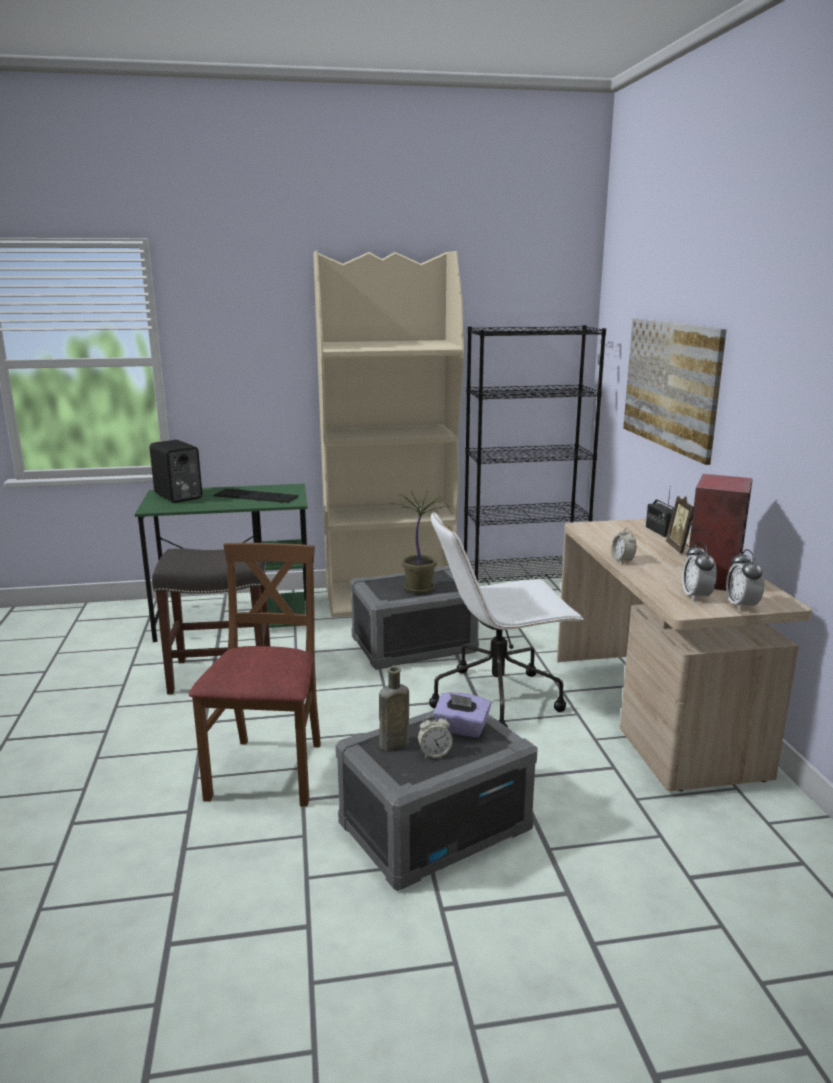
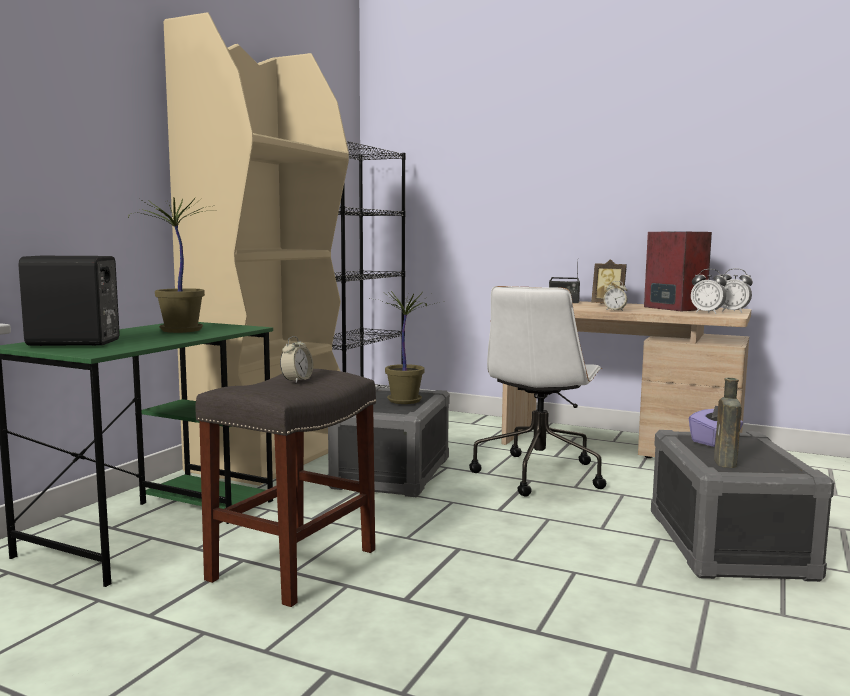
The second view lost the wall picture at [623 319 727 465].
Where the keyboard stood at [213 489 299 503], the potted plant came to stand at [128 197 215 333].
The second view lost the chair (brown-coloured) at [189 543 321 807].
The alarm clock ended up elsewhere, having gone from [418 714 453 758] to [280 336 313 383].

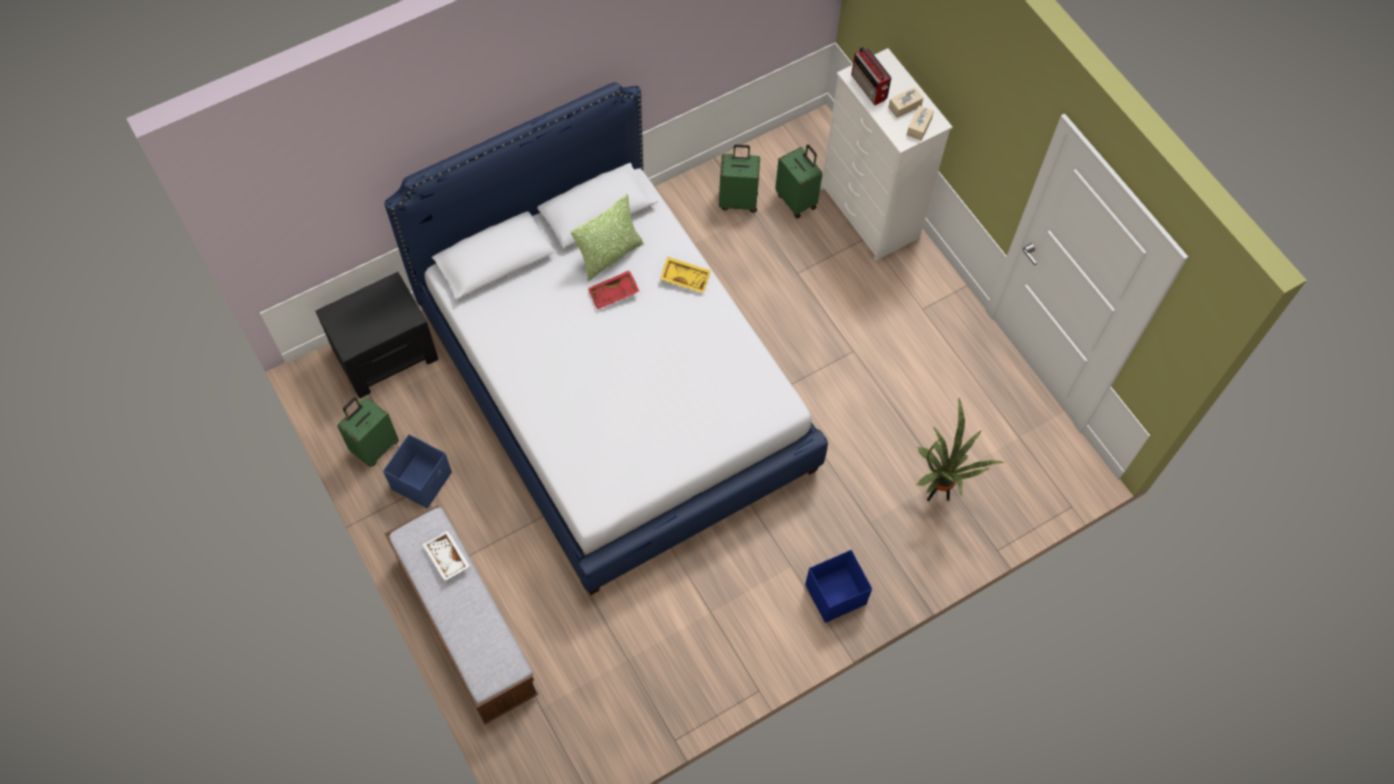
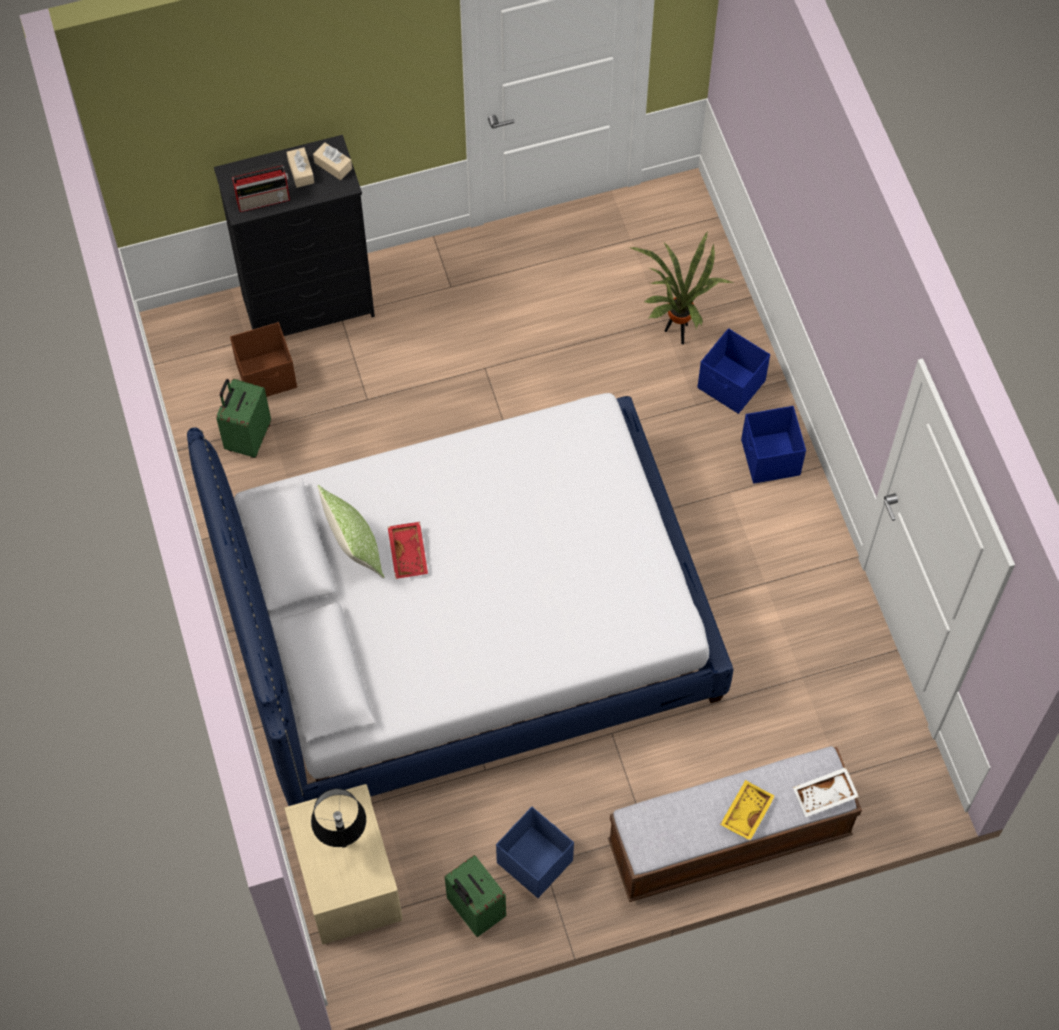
What was the chest of drawers (white-coloured) at [821 48 953 261] turned into the chest of drawers (black-coloured) at [214 135 375 336].
Where the suitcase (green-coloured) stood at [775 144 822 219], the storage bin (brown-coloured) came to stand at [230 322 297 397].
The tray (yellow-coloured) ended up elsewhere, having gone from [660 257 711 293] to [720 780 775 841].
What was the night table (black-coloured) at [316 272 438 398] turned into the night table (beige) at [284 784 403 945].
The tray (white-coloured) ended up elsewhere, having gone from [422 531 470 581] to [793 767 859 817].
The second view gained the storage bin (blue) at [697 328 770 414].
The second view gained the tabletop lamp (black-coloured) at [311 788 366 848].

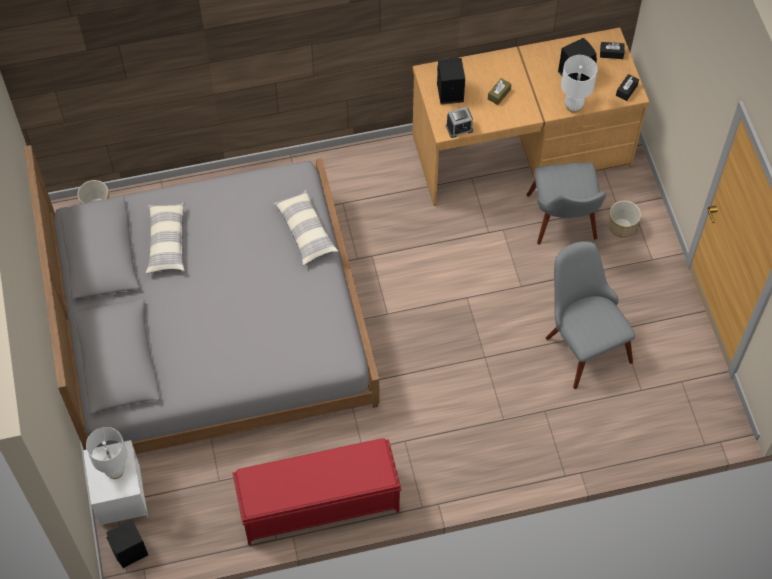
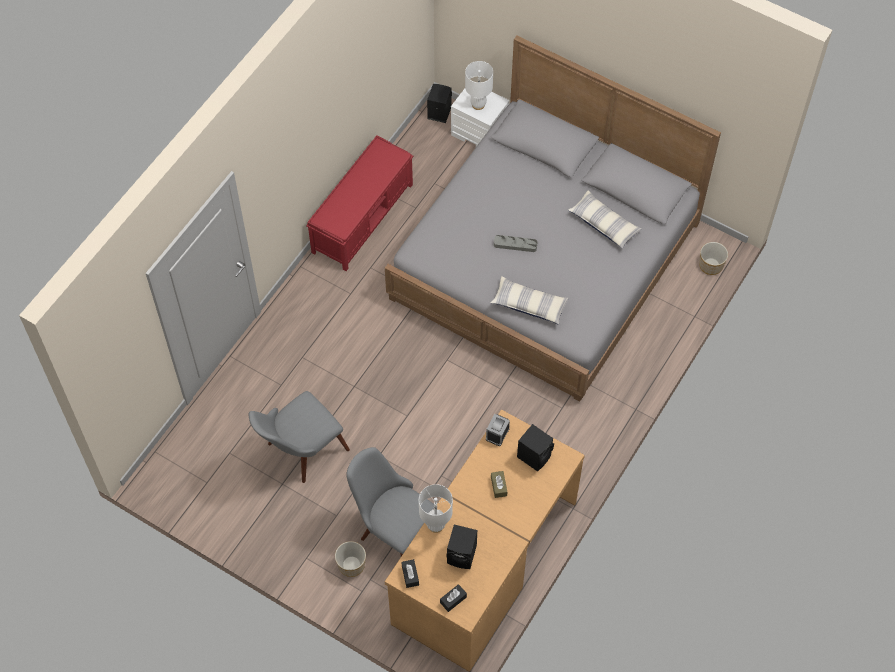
The chair (greyish) at [546 241 635 389] ended up facing another way, 120 degrees clockwise from before.
The second view gained the tray (greyish) at [494 235 537 252].

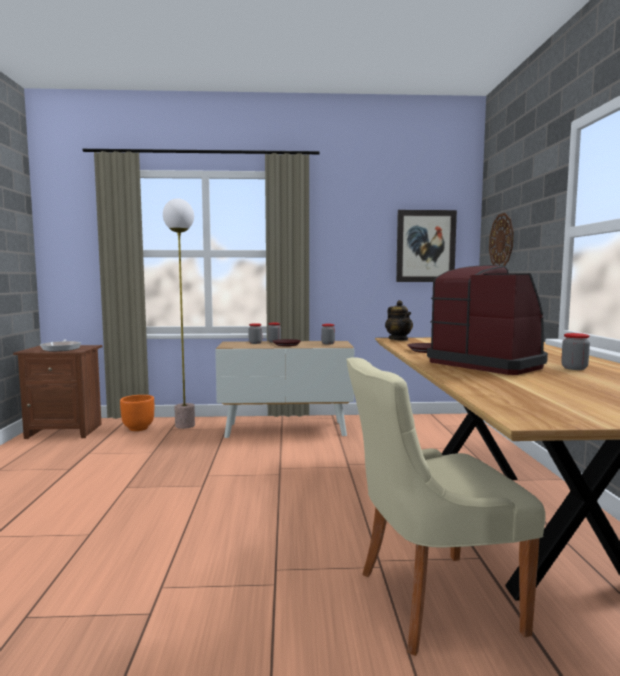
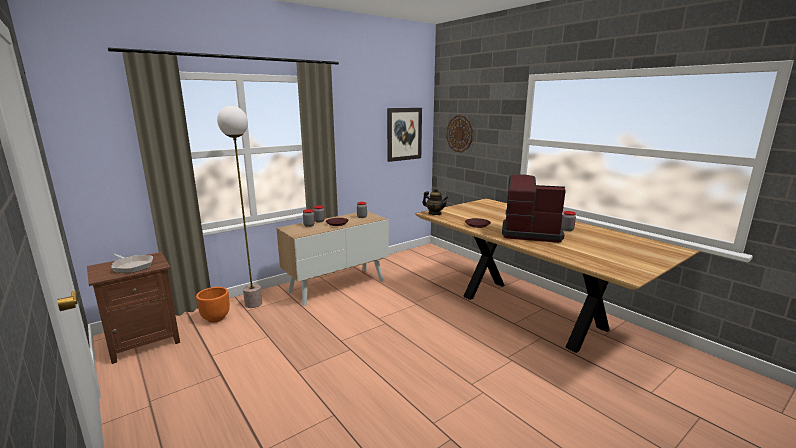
The second view lost the chair (beige) at [346 357 546 656].

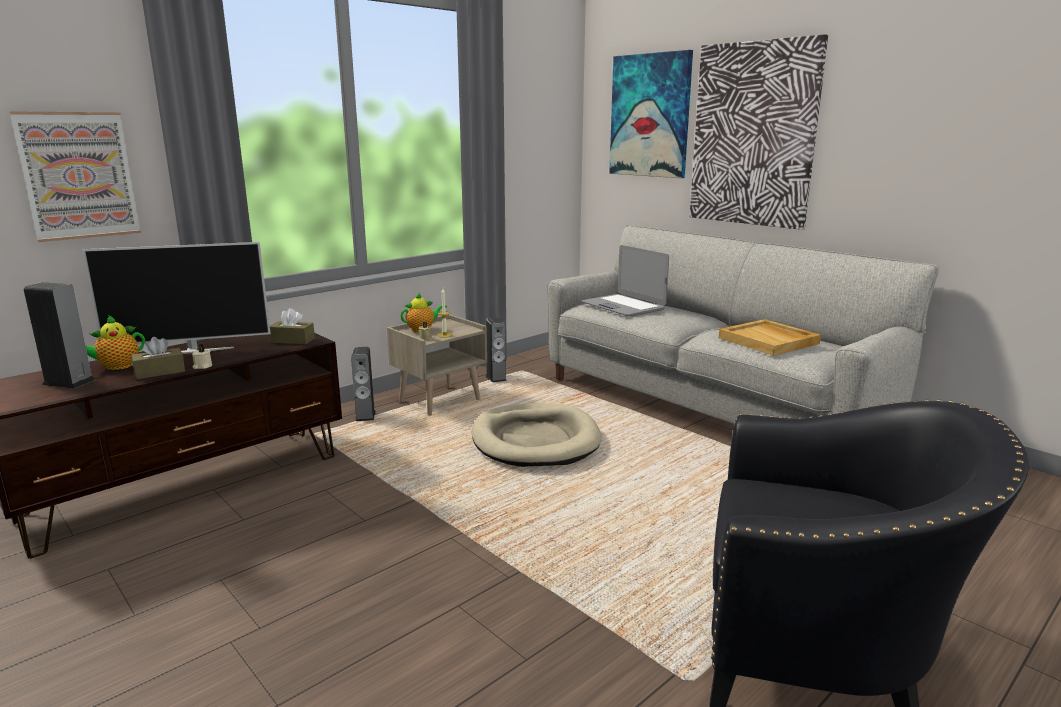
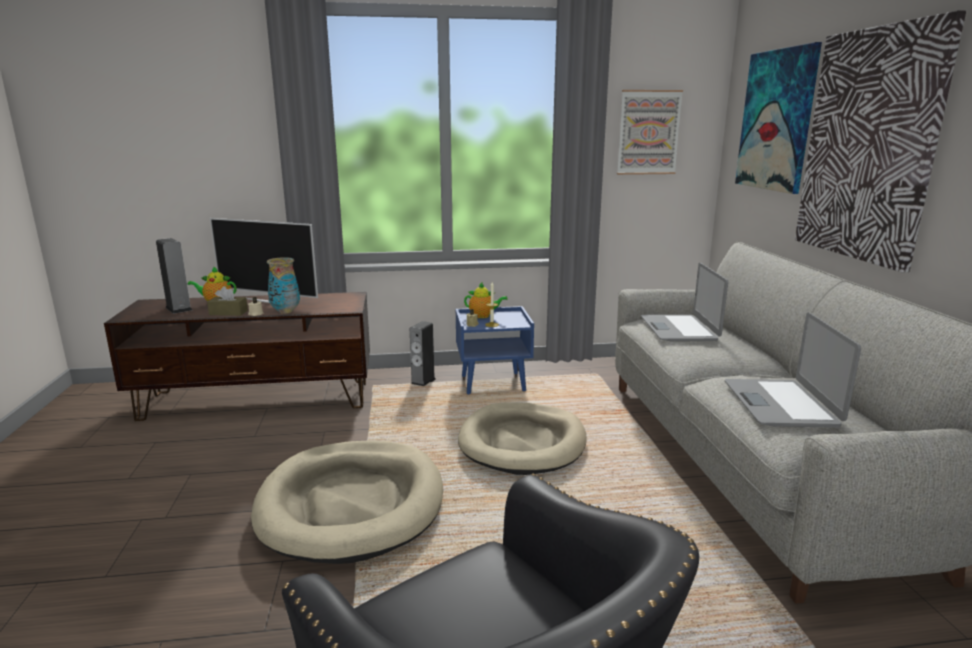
The wall picture ended up elsewhere, having gone from [9 111 141 242] to [617 90 683 175].
The second view lost the tissue box (brown-coloured) at [269 308 315 344].
What was the night table (beige) at [387 314 487 416] turned into the night table (blue) at [456 306 534 394].
The second view lost the loudspeaker at [486 317 507 382].
Where the tray (beige) stood at [719 319 821 356], the notebook computer came to stand at [725 313 861 428].
The second view gained the flower vase at [267 257 300 314].
The second view gained the dog cushion (beige) at [251 441 443 564].

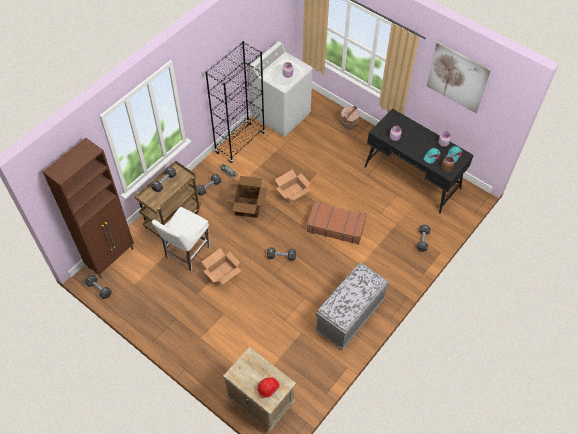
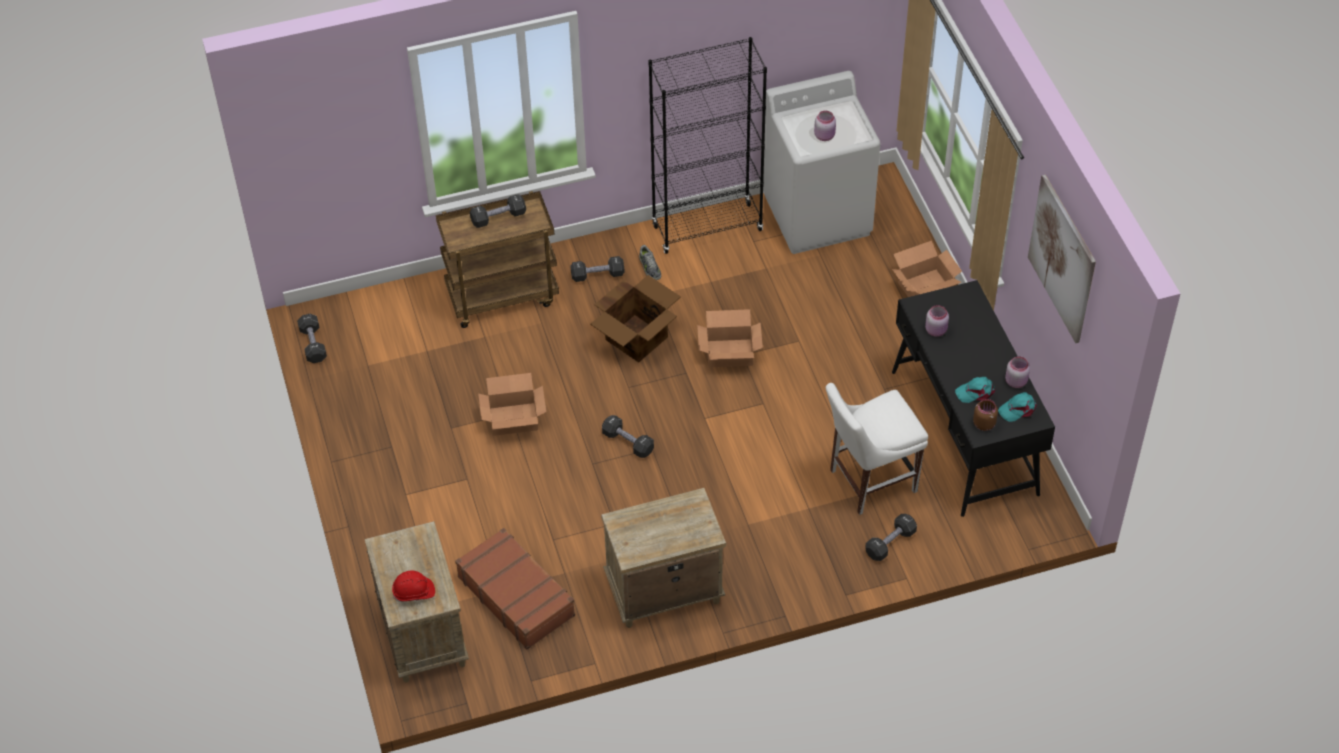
Where the bucket (brown-coloured) stood at [340 106 360 130], the packing box came to stand at [892 241 962 297].
The second view lost the cabinet (brown-coloured) at [43 138 134 278].
The suitcase (brown-coloured) ended up elsewhere, having gone from [307 201 367 245] to [455 528 575 649].
The chair (white-coloured) ended up elsewhere, having gone from [152 207 210 271] to [826 383 928 515].
Where the indoor bench (greyish) stood at [315 263 389 350], the night table (beige) came to stand at [601 488 726 628].

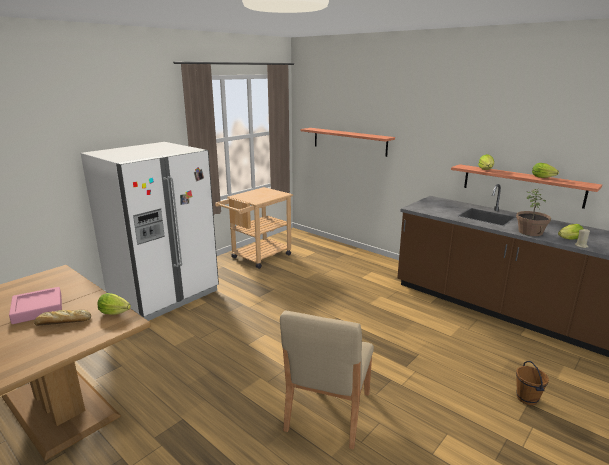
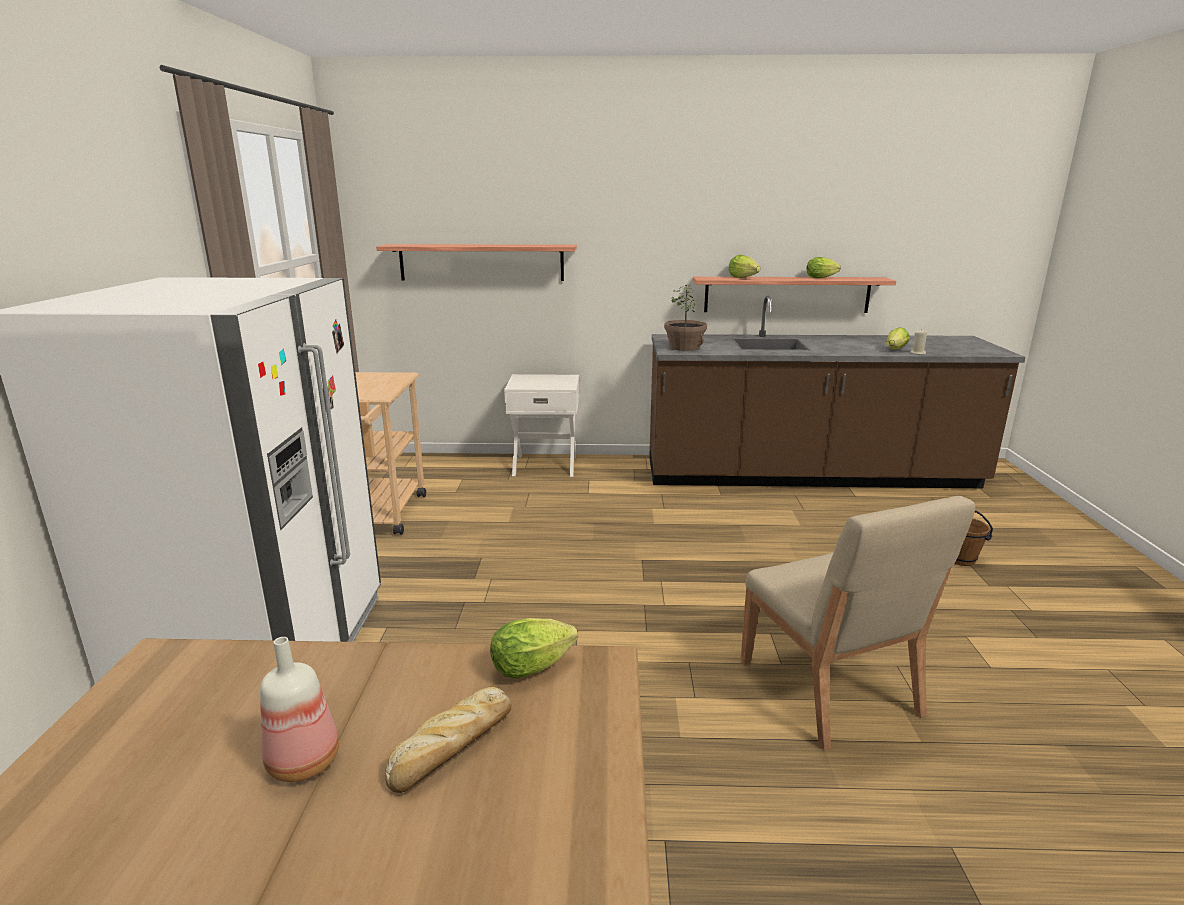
The potted plant ended up elsewhere, having gone from [516 189 551 236] to [664 285 707 351].
Where the tray (pink) stood at [9 287 62 324], the bottle came to stand at [260 637 339 782].
The second view gained the night table (white-coloured) at [504 374 579 477].

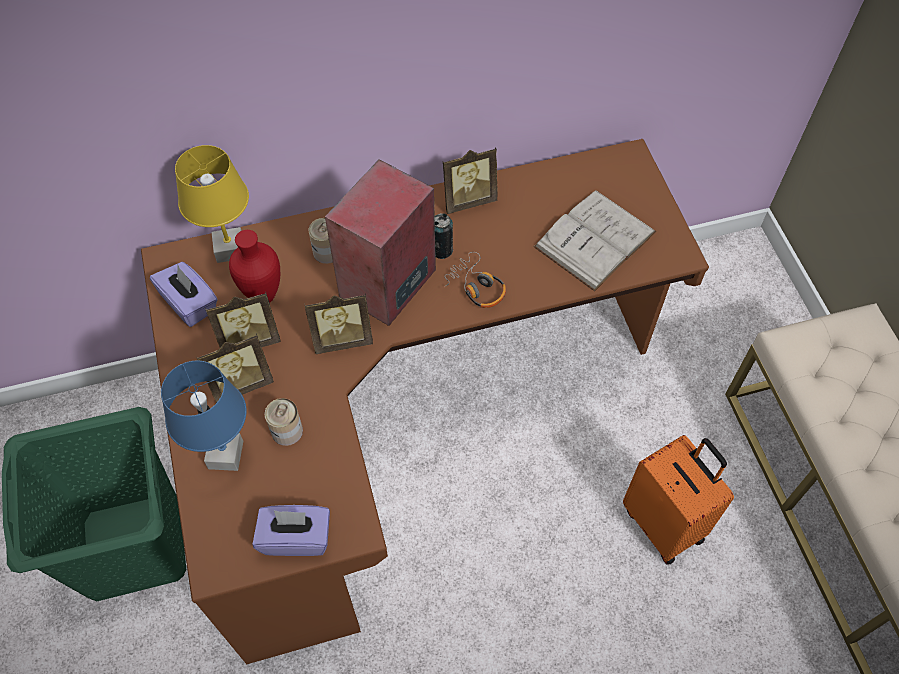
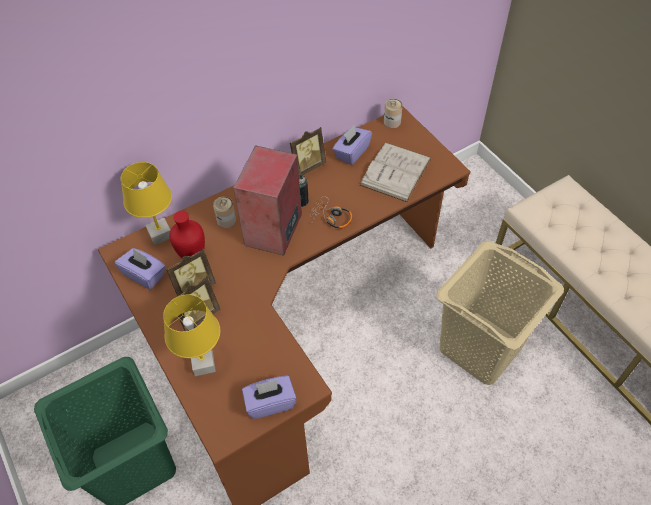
The second view lost the photo frame at [304 294 373 354].
What was the tabletop lamp (blue) at [161 361 247 471] turned into the tabletop lamp (yellow-coloured) at [163 294 220 376].
The sealed can ended up elsewhere, having gone from [264 398 303 446] to [384 99 403 128].
Where the suitcase (orange-coloured) stood at [623 435 734 565], the washing basket (beige) came to stand at [436 241 564 385].
The second view gained the tissue box (purple) at [332 126 372 165].

